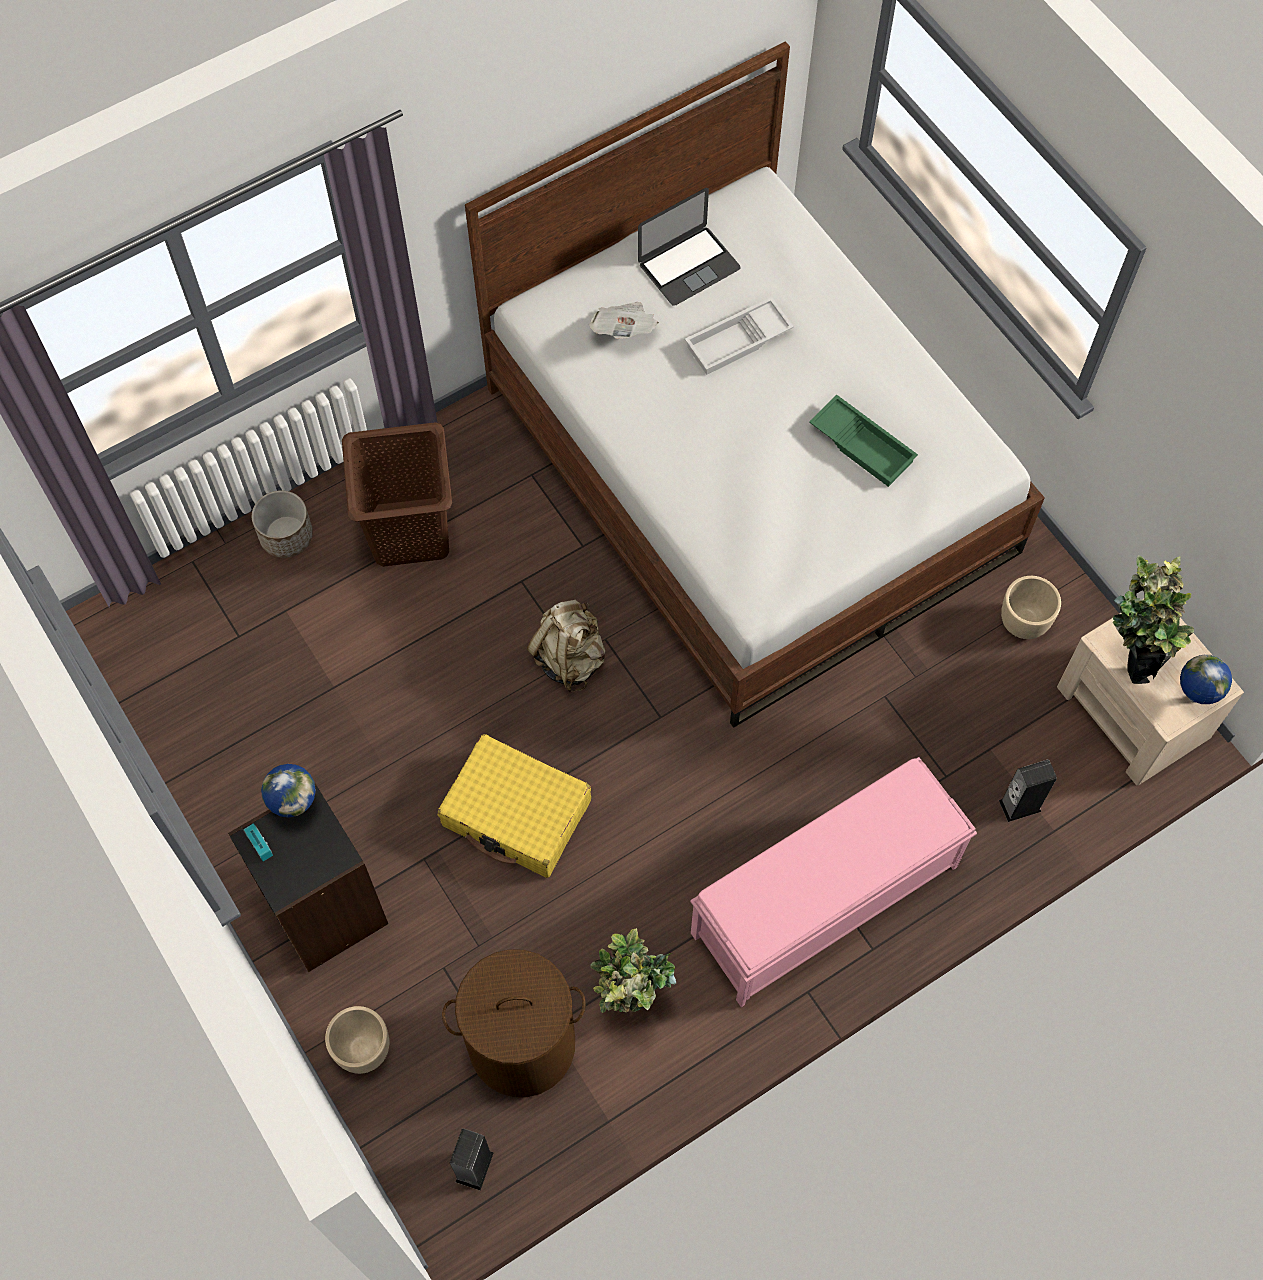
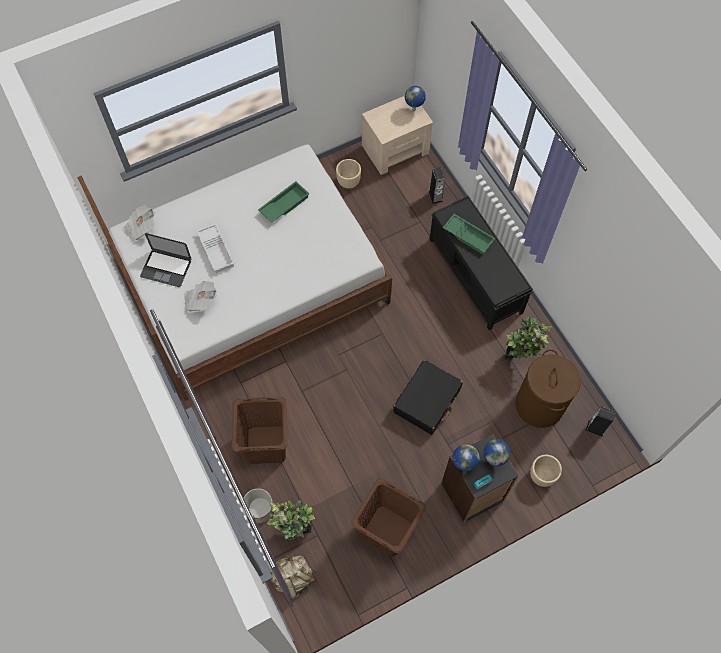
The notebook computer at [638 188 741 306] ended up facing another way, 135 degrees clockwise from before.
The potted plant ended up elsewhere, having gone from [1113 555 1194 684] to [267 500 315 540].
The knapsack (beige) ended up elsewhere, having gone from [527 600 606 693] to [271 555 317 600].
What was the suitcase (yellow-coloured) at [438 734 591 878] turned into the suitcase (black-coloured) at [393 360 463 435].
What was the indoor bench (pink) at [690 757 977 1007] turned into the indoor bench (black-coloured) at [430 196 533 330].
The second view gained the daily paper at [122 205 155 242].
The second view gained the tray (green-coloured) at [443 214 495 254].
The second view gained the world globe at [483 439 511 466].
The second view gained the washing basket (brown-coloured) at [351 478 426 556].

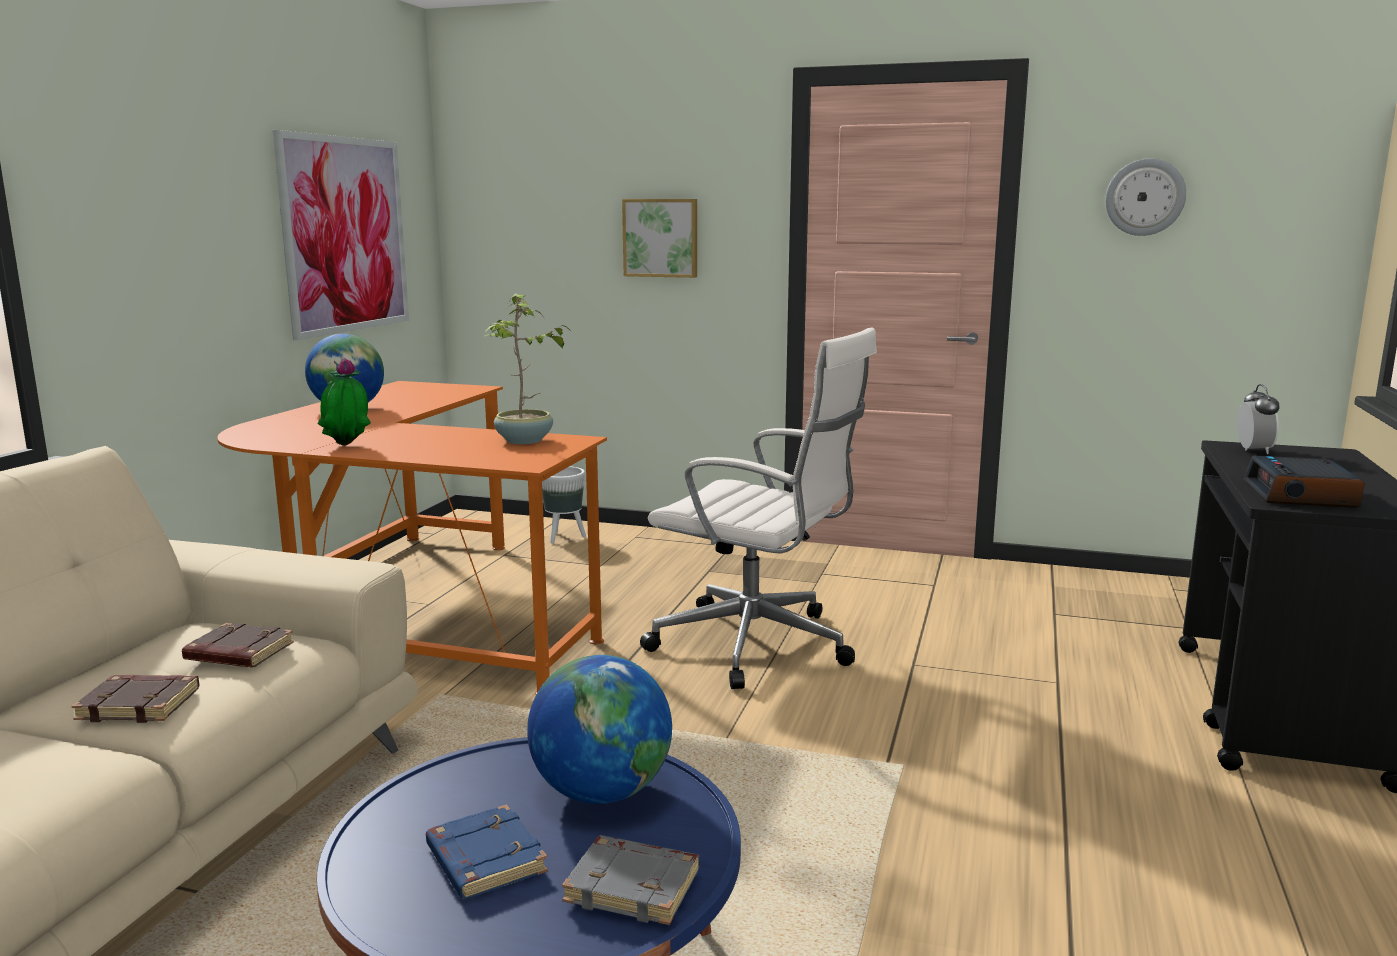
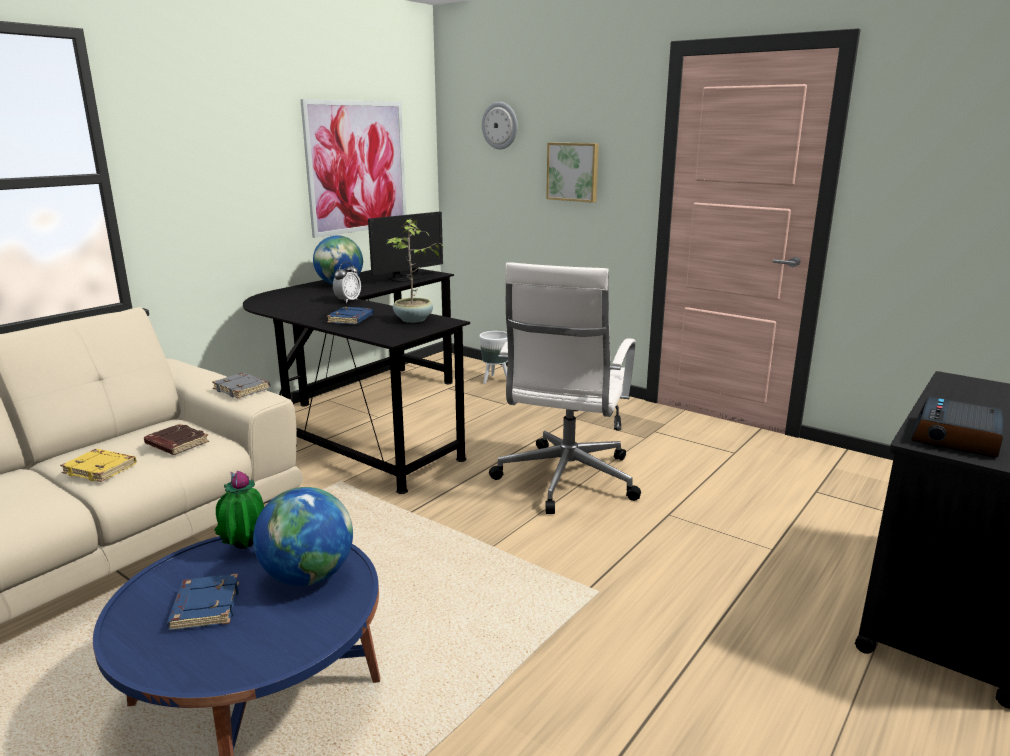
The wall clock ended up elsewhere, having gone from [1105 158 1186 236] to [482 102 518 149].
The desk chair (white-coloured) at [640 328 877 689] ended up facing another way, 60 degrees clockwise from before.
The potted plant ended up elsewhere, having gone from [317 358 371 445] to [214 471 264 549].
What was the desk (orange-coloured) at [217 381 607 695] turned into the desk (black-coloured) at [243 268 470 494].
The alarm clock ended up elsewhere, having gone from [1237 384 1280 454] to [333 262 361 303].
What was the bound book (brown-coloured) at [72 675 199 723] turned into the bound book (yellow-coloured) at [60 449 137 482].
The bound book (greyish) ended up elsewhere, having gone from [562 835 699 925] to [212 373 270 398].
The second view gained the monitor at [368 212 443 282].
The second view gained the bound book (blue) at [327 307 374 325].

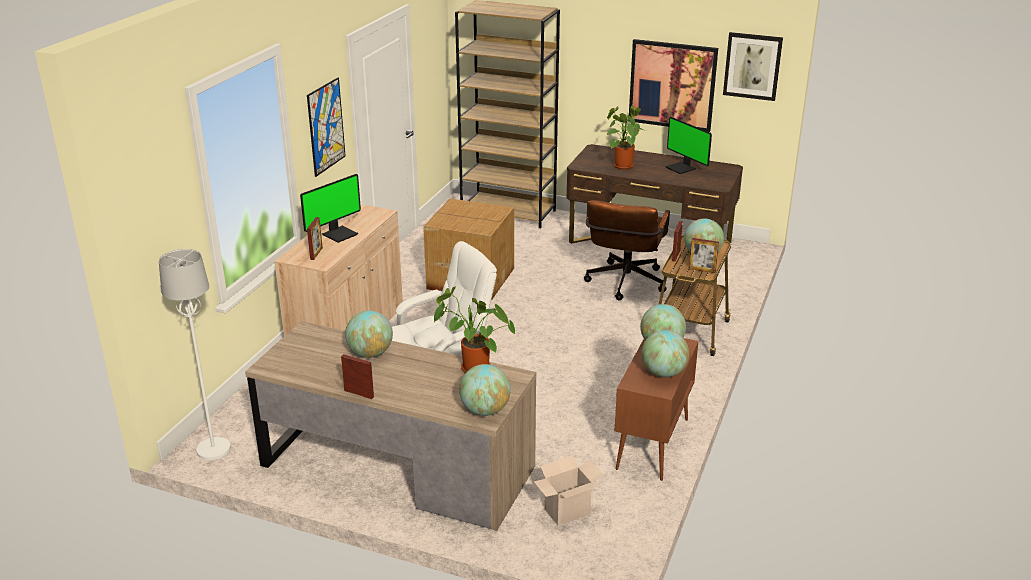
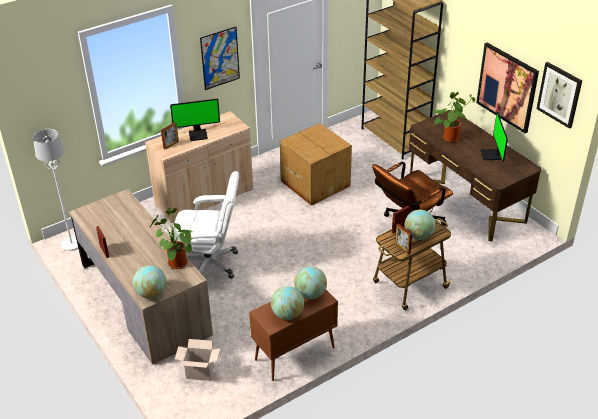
The second view lost the world globe at [345 310 393 358].

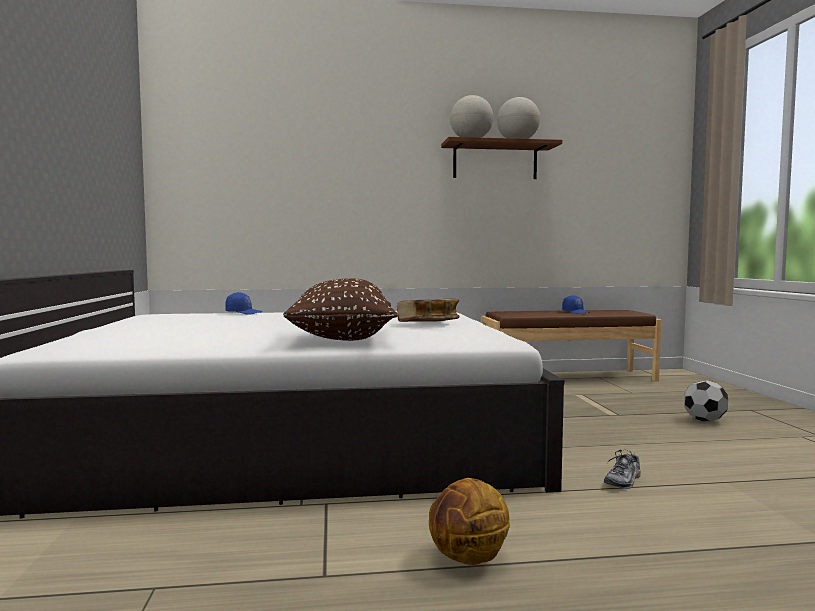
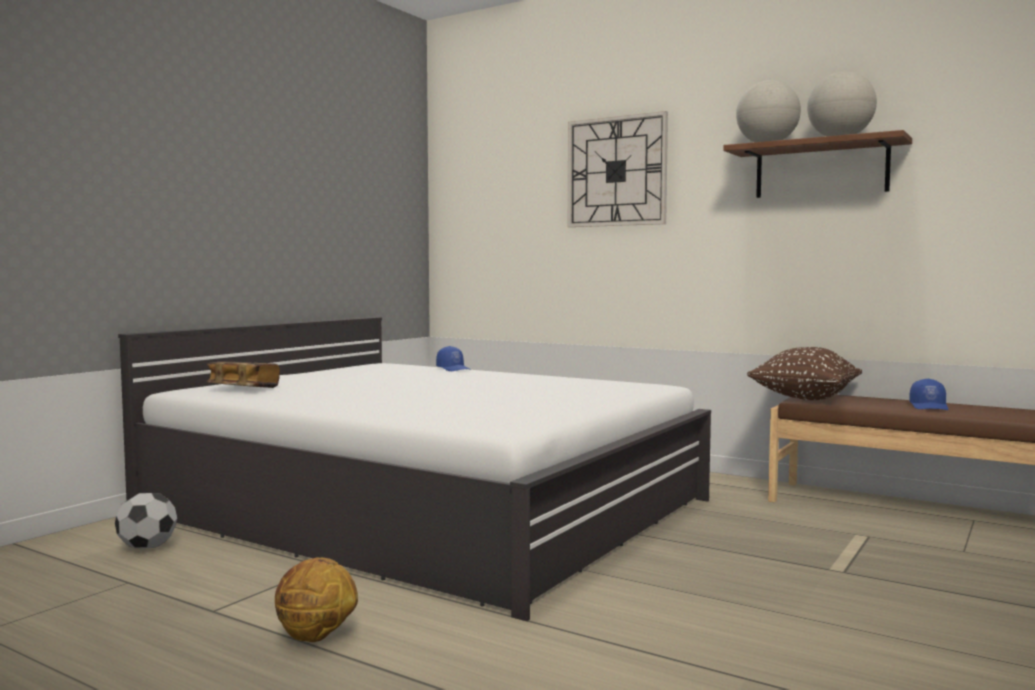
The pillow (brown-coloured) ended up elsewhere, having gone from [283 278 398 341] to [747 347 862 400].
The bound book ended up elsewhere, having gone from [397 299 460 322] to [206 362 280 388].
The football ended up elsewhere, having gone from [684 380 728 421] to [115 493 177 548].
The second view lost the item of footwear at [604 449 641 489].
The second view gained the wall clock at [568 111 668 227].

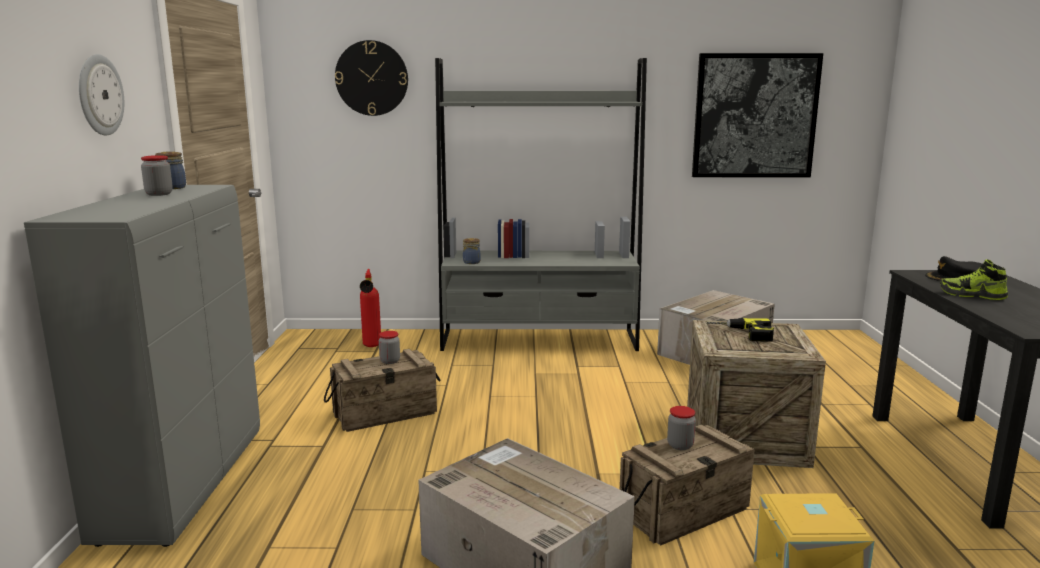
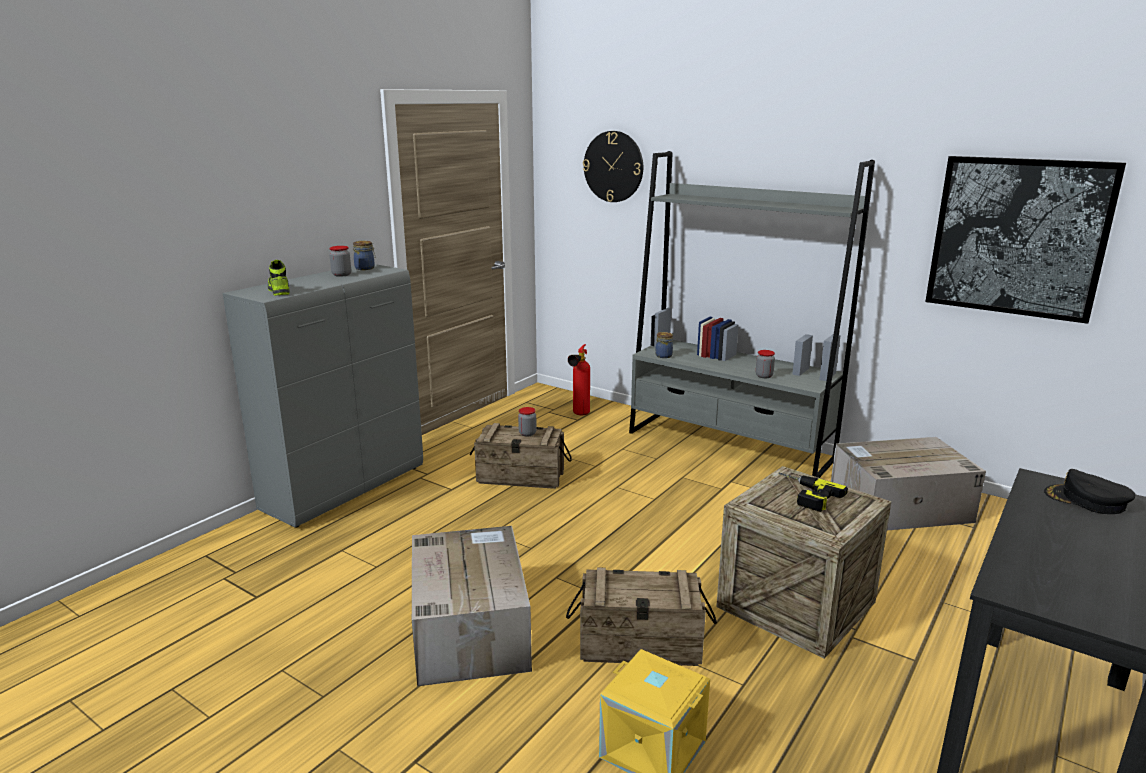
The second view lost the wall clock at [79 54 124 136].
The item of footwear ended up elsewhere, having gone from [940 259 1008 300] to [268 260 290 296].
The jar ended up elsewhere, having gone from [667 406 696 450] to [756 350 775 378].

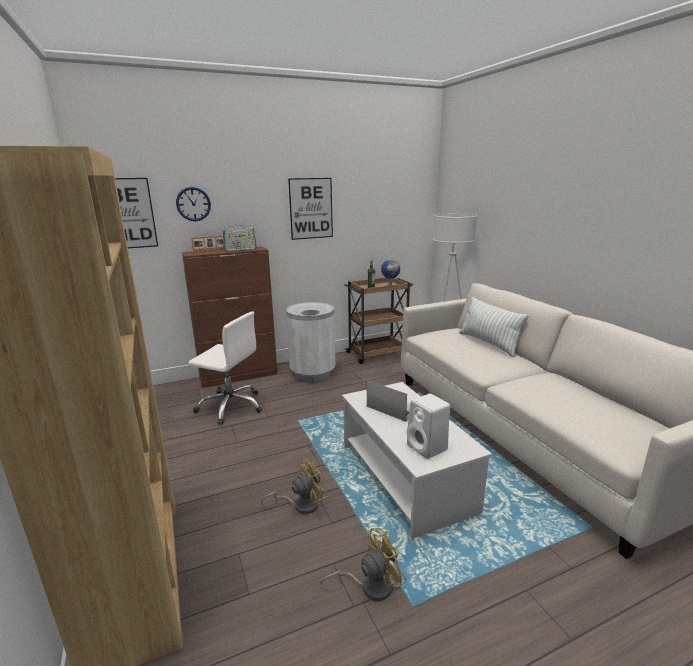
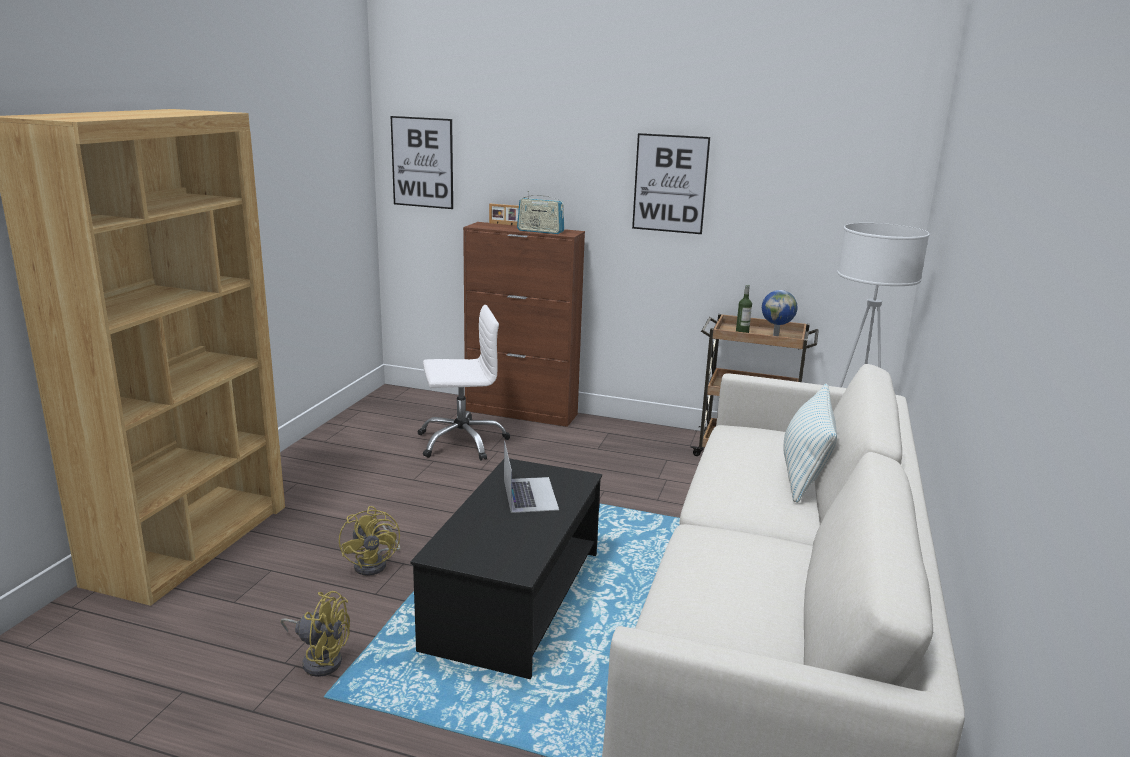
The second view lost the wall clock at [176 187 211 221].
The second view lost the rubbish bin (white-coloured) at [286 302 336 382].
The desk chair (white-coloured) at [188 311 262 425] ended up facing another way, 75 degrees counterclockwise from before.
What was the lounge table (white-coloured) at [342 382 492 539] turned into the lounge table (black-coloured) at [410 458 602 679].
The second view lost the loudspeaker (white-coloured) at [407 393 450 459].
The electric fan (yellow-coloured) at [261 457 327 514] ended up facing another way, 60 degrees clockwise from before.

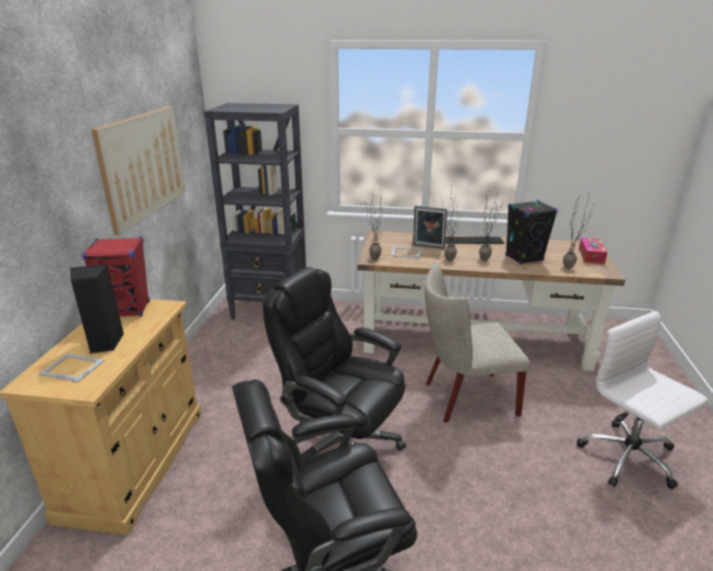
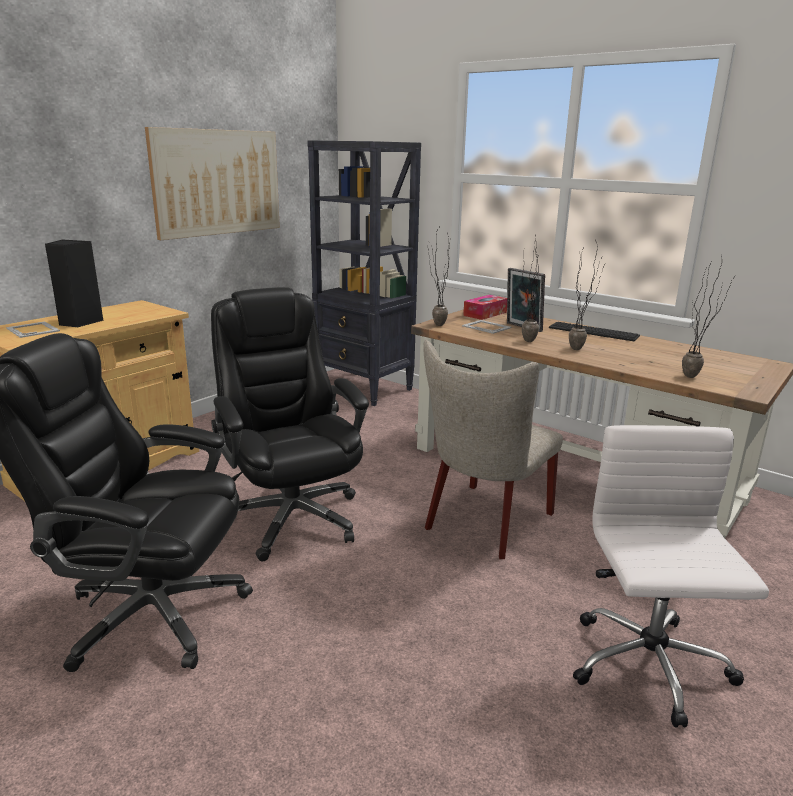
The second view lost the loudspeaker (black-coloured) at [505 200 558 265].
The second view lost the loudspeaker (red) at [82 237 150 316].
The tissue box ended up elsewhere, having gone from [579 238 608 264] to [463 295 507 320].
The chair (beige) at [424 262 530 423] ended up facing another way, 75 degrees counterclockwise from before.

